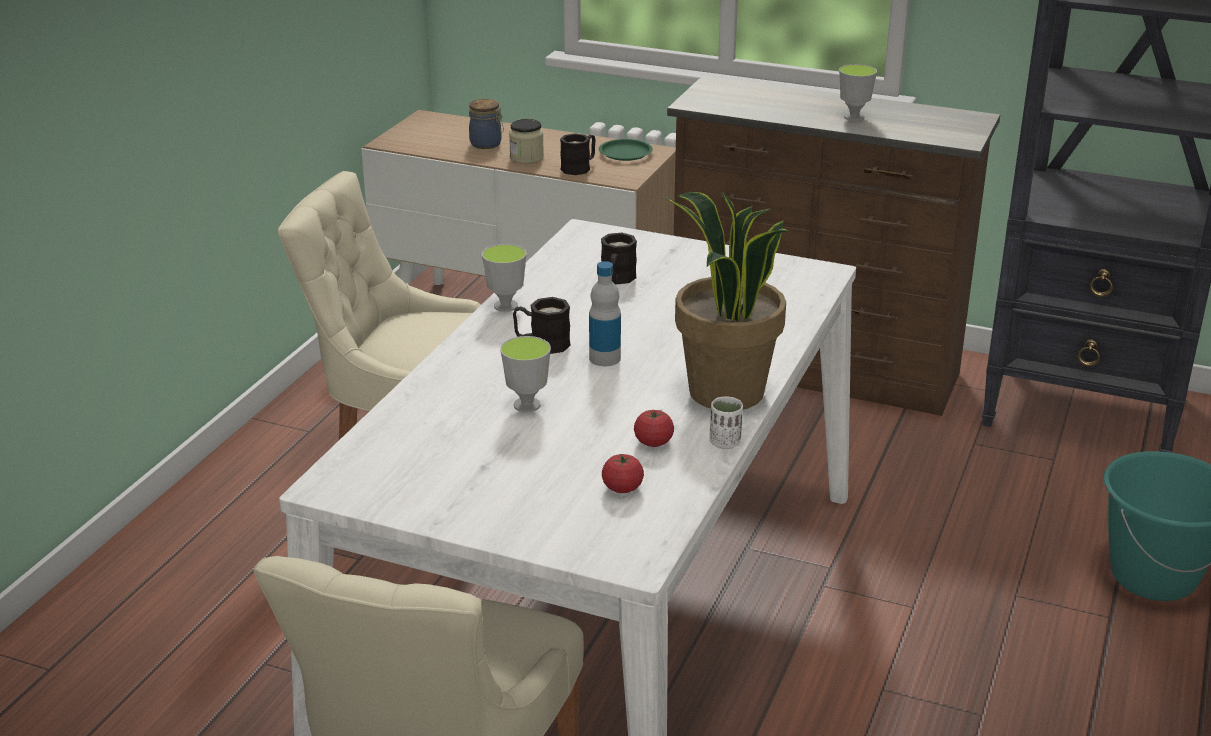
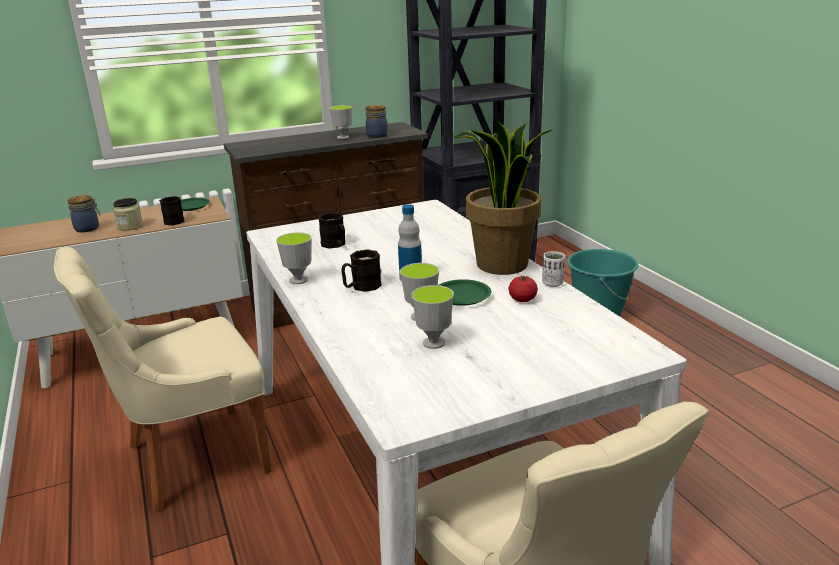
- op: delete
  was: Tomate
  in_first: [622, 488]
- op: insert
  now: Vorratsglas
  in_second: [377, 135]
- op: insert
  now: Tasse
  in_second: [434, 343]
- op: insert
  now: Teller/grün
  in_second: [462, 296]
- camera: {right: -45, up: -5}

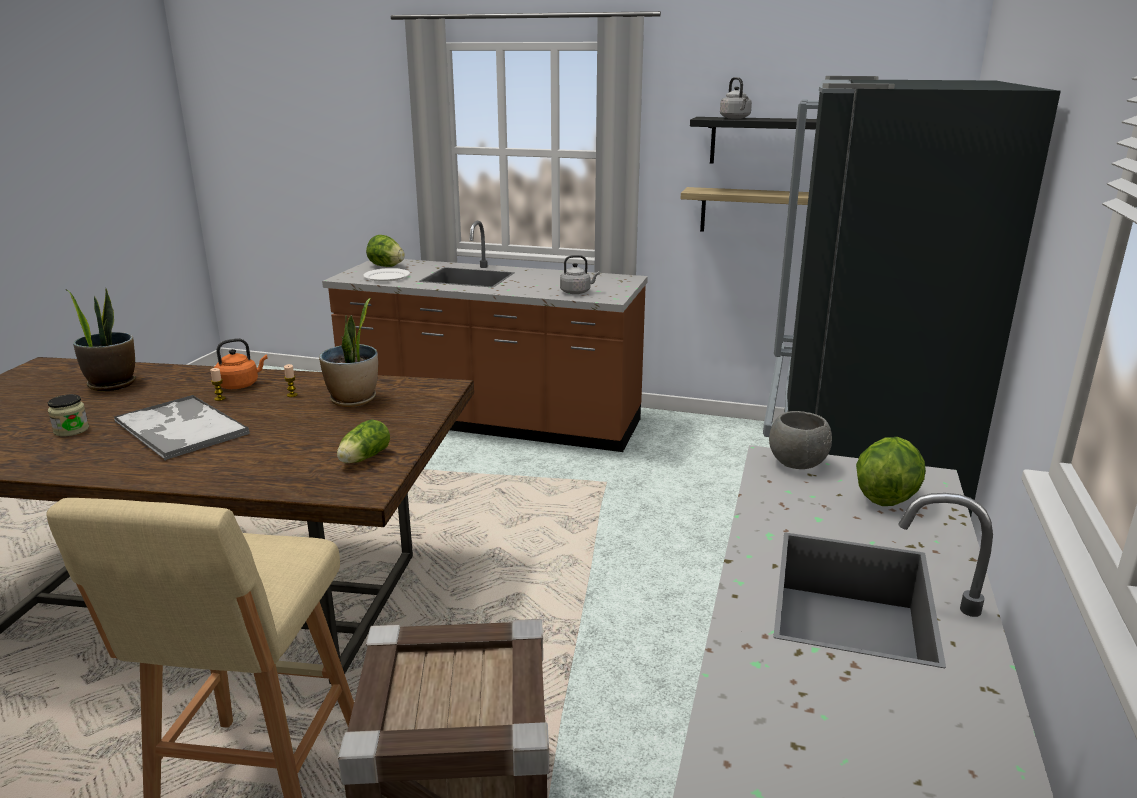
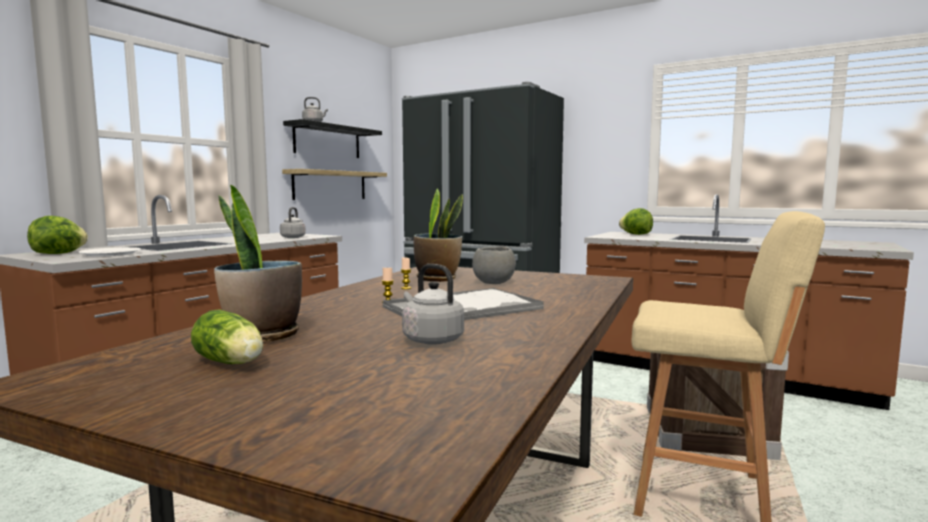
- op: delete
  was: Wasserkessel/orange
  in_first: [240, 385]
- op: move
  was: Salatkopf
  in_first: [362, 458]
  in_second: [231, 363]
- op: move
  was: Schüssel/grau
  in_first: [796, 463]
  in_second: [493, 282]
- op: replace
  was: Vorratsglas
  now: Wasserkessel/grau
  in_first: [71, 430]
  in_second: [430, 339]
- camera: {right: -75, up: -15}

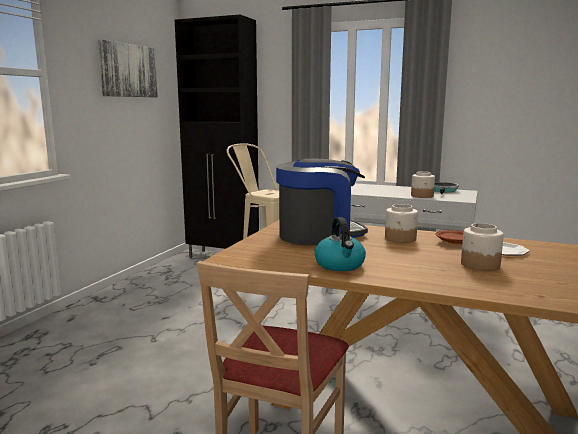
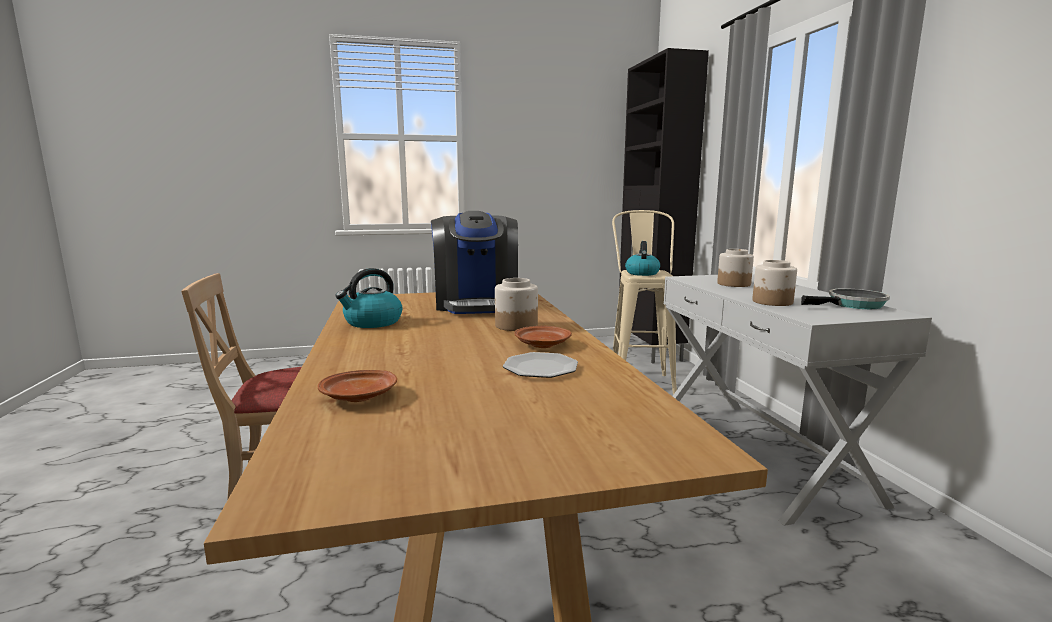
- op: delete
  was: Bild
  in_first: [128, 70]
- op: insert
  now: Teller/braun
  in_second: [360, 397]
- op: insert
  now: Wasserkessel
  in_second: [642, 273]
- op: move
  was: Vorratsglas
  in_first: [479, 265]
  in_second: [734, 284]
- op: rotate
  was: Kaffeemaschine
  in_first: [319, 235]
  in_second: [476, 304]
  clockwise: 45
- camera: {right: 55, up: 0}

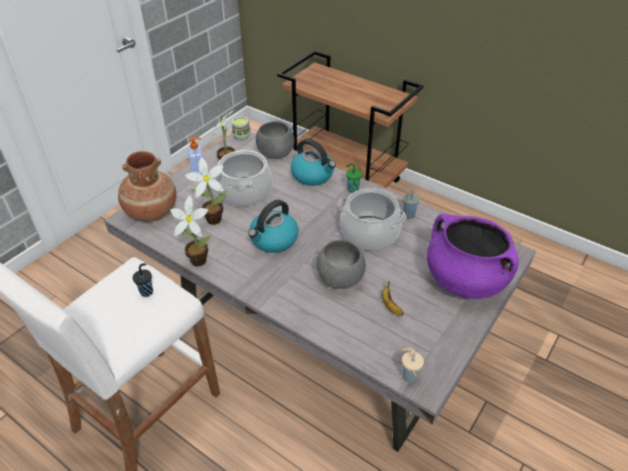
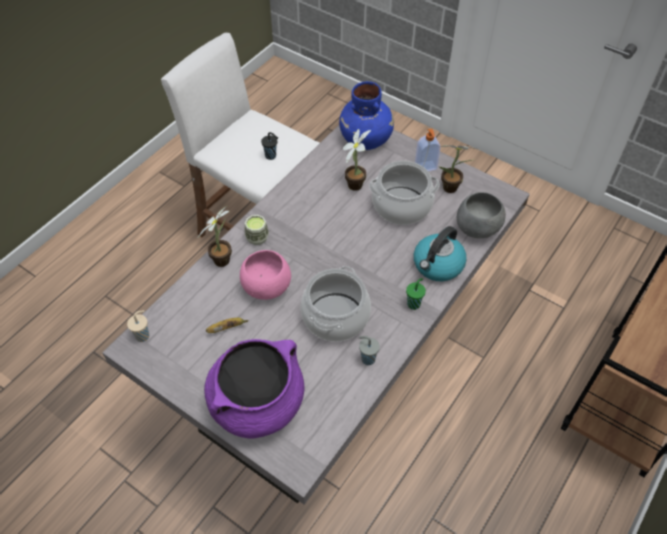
- op: delete
  was: Wasserkessel
  in_first: [273, 240]
- op: move
  was: Topfpflanze
  in_first: [196, 259]
  in_second: [224, 259]
- op: move
  was: Tasse
  in_first: [241, 136]
  in_second: [257, 238]
- op: recolor
  was: Vase/braun
  now: Vase/blau
  in_first: [151, 212]
  in_second: [366, 139]
- op: recolor
  was: Schüssel/grau
  now: Schüssel/rosa
  in_first: [339, 279]
  in_second: [266, 287]
- camera: {right: 90, up: 10}

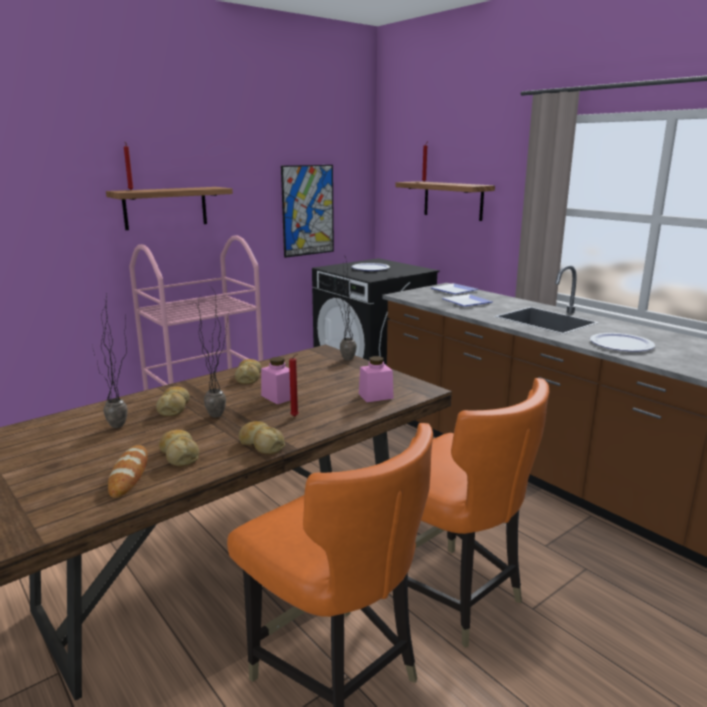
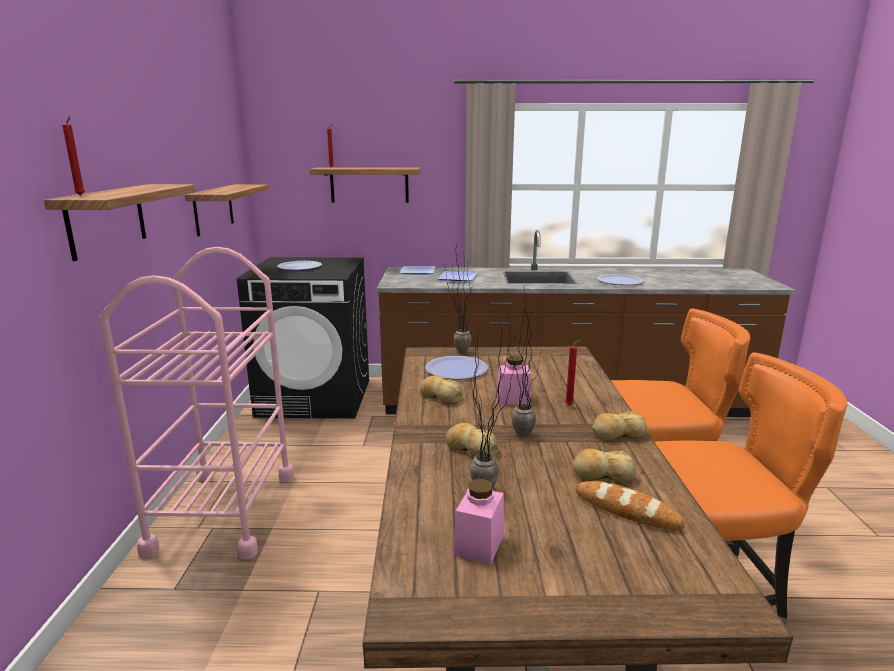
- op: insert
  now: Teller
  in_second: [456, 369]
- op: move
  was: Vorratsglas/rosa
  in_first: [375, 396]
  in_second: [479, 544]
- op: replace
  was: Bild
  now: Wandregal
  in_first: [308, 210]
  in_second: [213, 209]
- camera: {right: -50, up: 0}

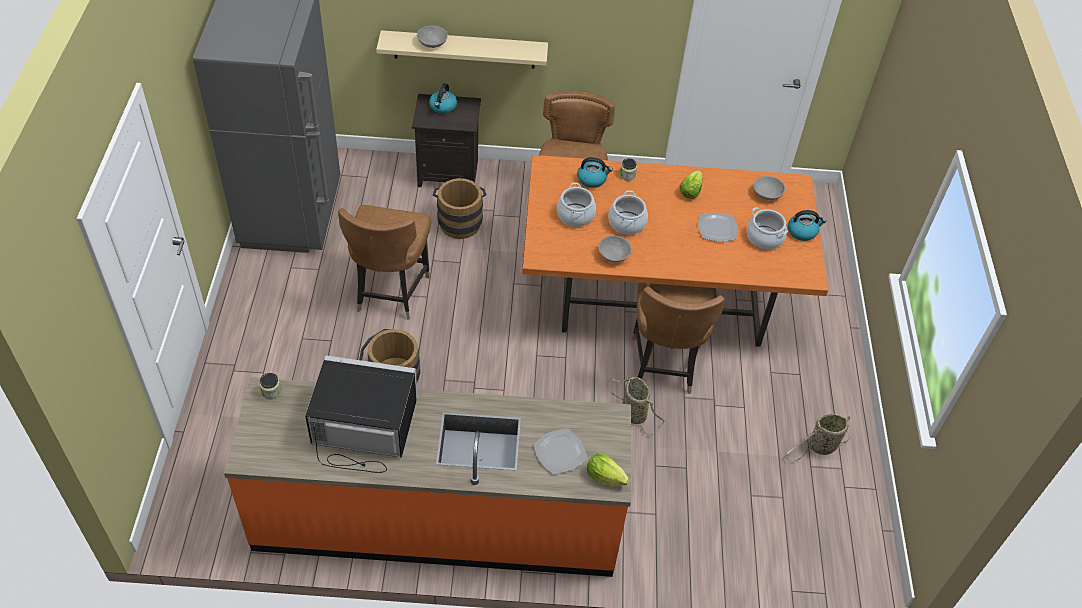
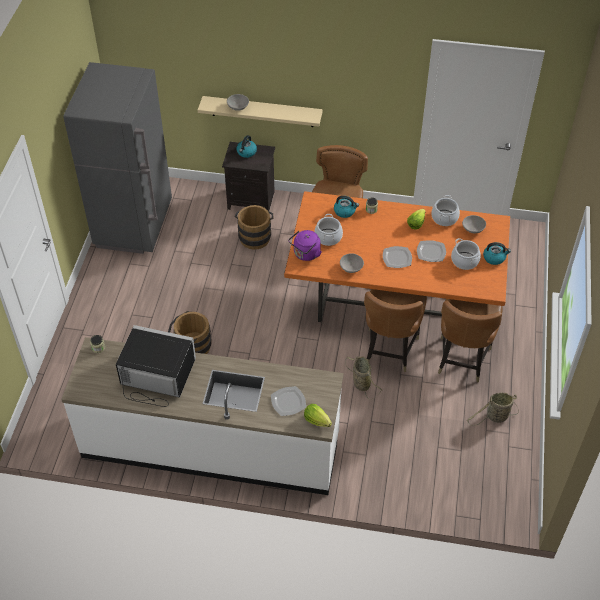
- op: insert
  now: Wasserkessel/lila
  in_second: [305, 254]
- op: insert
  now: Teller
  in_second: [396, 258]
- op: move
  was: Stuhl/braun
  in_first: [390, 292]
  in_second: [461, 359]
- op: move
  was: Kochtopf
  in_first: [626, 223]
  in_second: [444, 218]
- op: recolor
  was: Küchenzeile/orange
  now: Küchenzeile/weiß
  in_first: [437, 518]
  in_second: [211, 445]
- camera: {right: 10, up: 0}

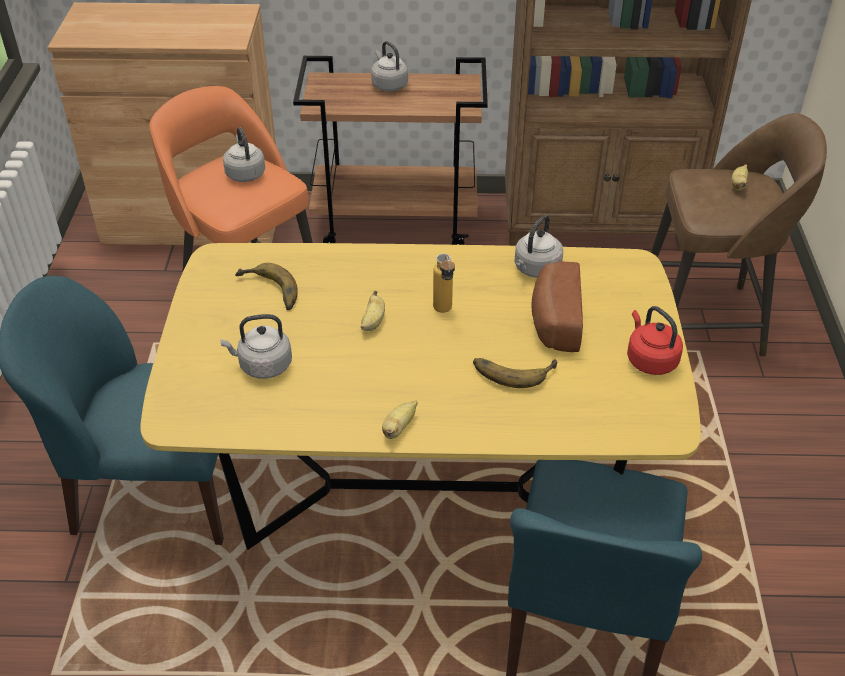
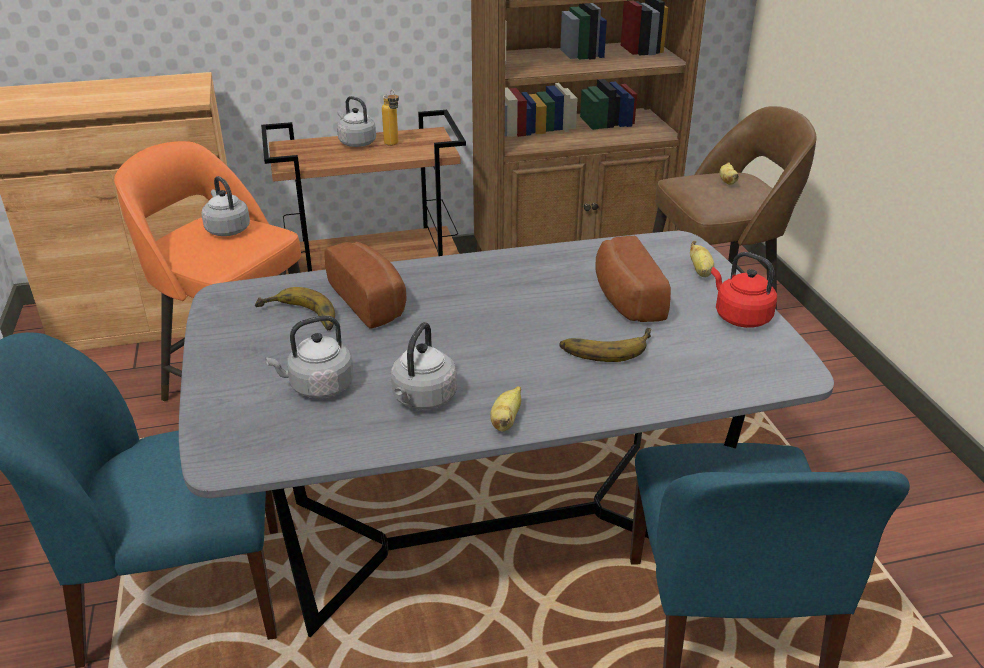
- op: insert
  now: Brot
  in_second: [371, 300]
- op: move
  was: Banane
  in_first: [373, 322]
  in_second: [700, 271]
- op: move
  was: Flasche
  in_first: [444, 312]
  in_second: [393, 145]
- op: move
  was: Wasserkessel/grau
  in_first: [535, 269]
  in_second: [423, 399]
- op: recolor
  was: Esstisch/gelb
  now: Esstisch/grau
  in_first: [423, 489]
  in_second: [492, 531]
- camera: {right: -15, up: -10}

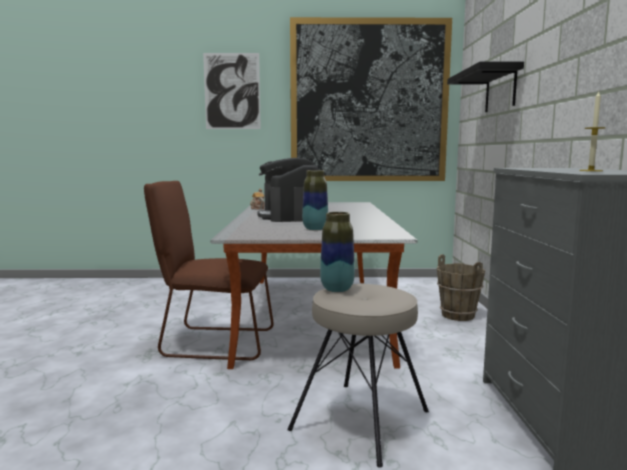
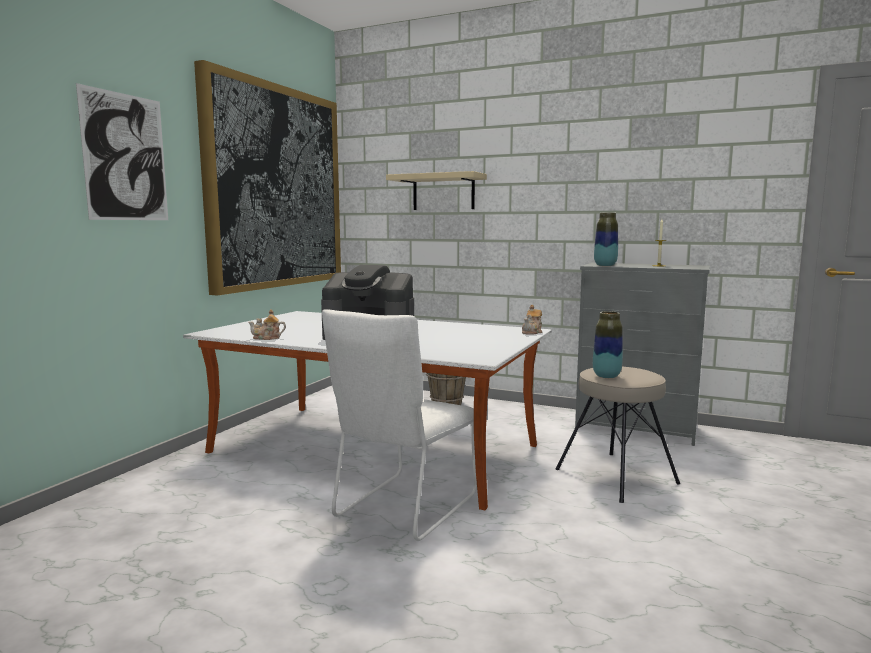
- op: insert
  now: Teekanne
  in_second: [532, 332]
- op: move
  was: Vase
  in_first: [315, 229]
  in_second: [605, 265]
- op: recolor
  was: Stuhl/braun
  now: Stuhl/weiß
  in_first: [213, 343]
  in_second: [403, 508]
- op: recolor
  was: Wandregal/schwarz
  now: Wandregal/beige
  in_first: [500, 90]
  in_second: [443, 192]
- camera: {right: -65, up: 0}

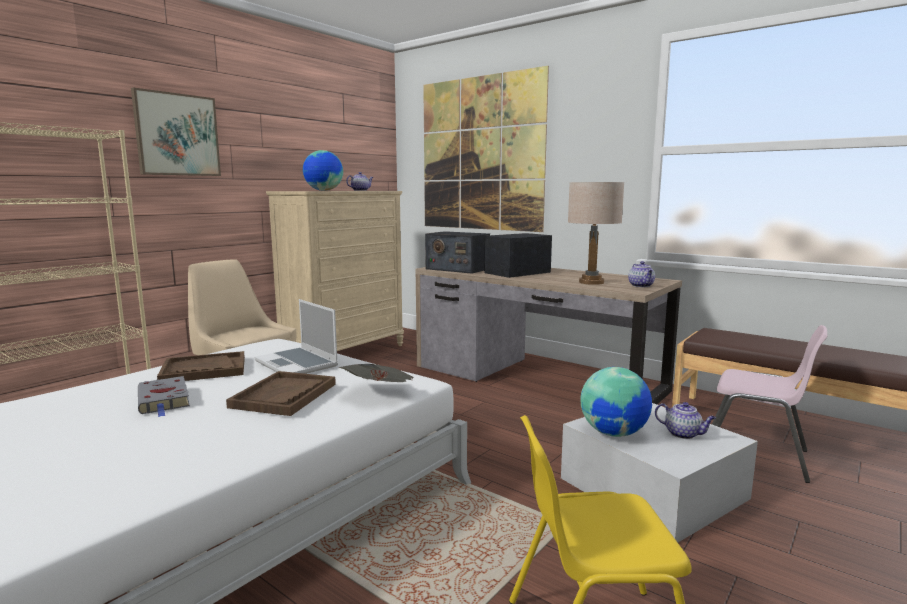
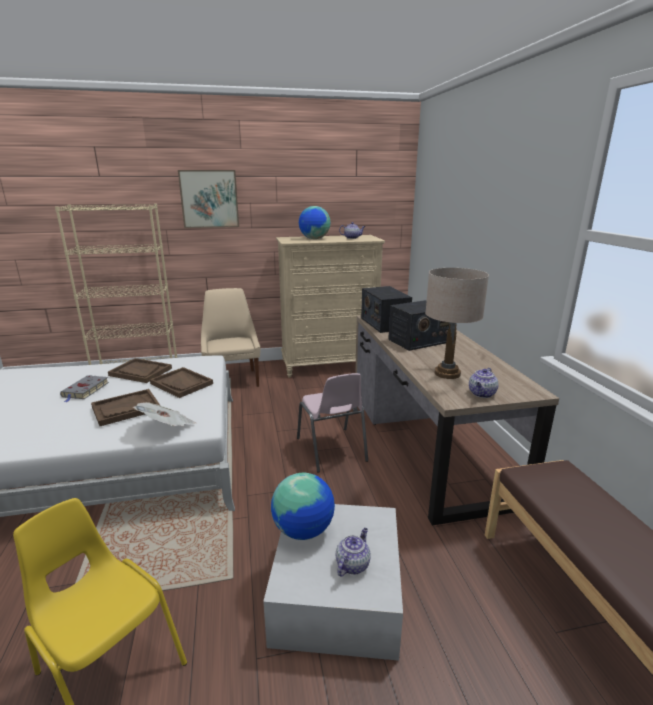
- op: delete
  was: Bild
  in_first: [480, 154]
- op: move
  was: Stuhl/rosa
  in_first: [756, 456]
  in_second: [332, 450]
- op: replace
  was: Laptop
  now: Tablett/braun
  in_first: [298, 364]
  in_second: [182, 383]
- op: rotate
  was: Radio
  in_first: [518, 272]
  in_second: [420, 340]
  clockwise: 150
- op: rotate
  was: Teekanne
  in_first: [683, 434]
  in_second: [352, 564]
  clockwise: -135
- camera: {right: 40, up: 10}

